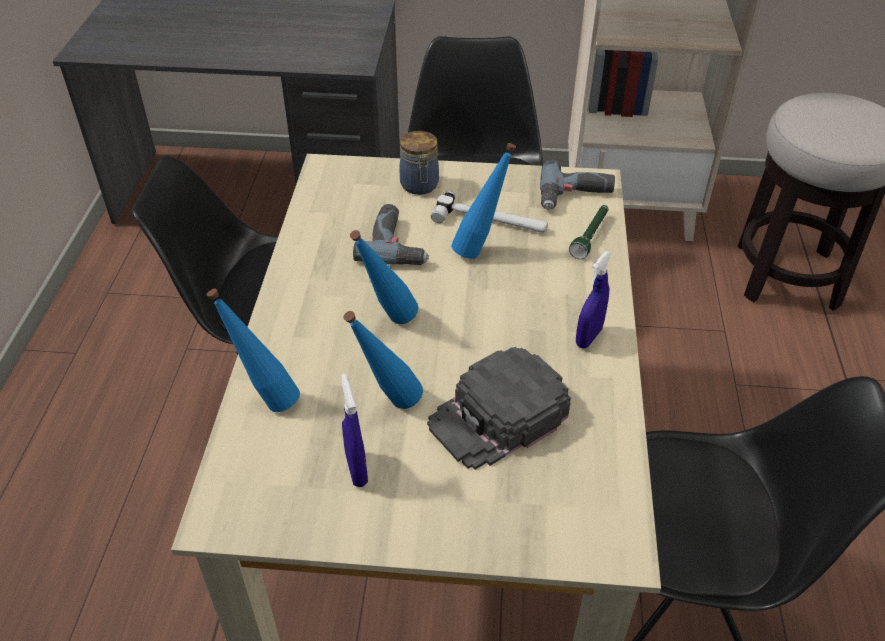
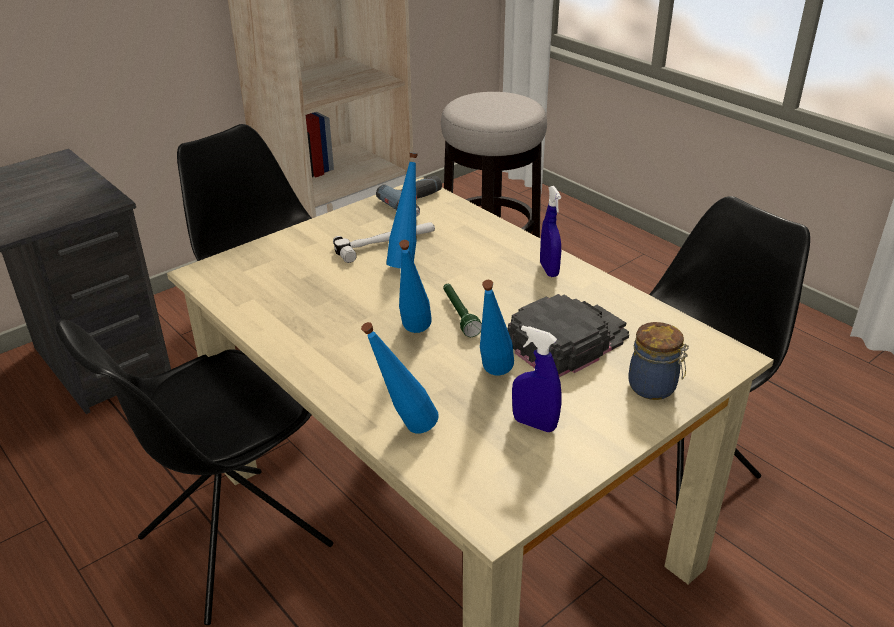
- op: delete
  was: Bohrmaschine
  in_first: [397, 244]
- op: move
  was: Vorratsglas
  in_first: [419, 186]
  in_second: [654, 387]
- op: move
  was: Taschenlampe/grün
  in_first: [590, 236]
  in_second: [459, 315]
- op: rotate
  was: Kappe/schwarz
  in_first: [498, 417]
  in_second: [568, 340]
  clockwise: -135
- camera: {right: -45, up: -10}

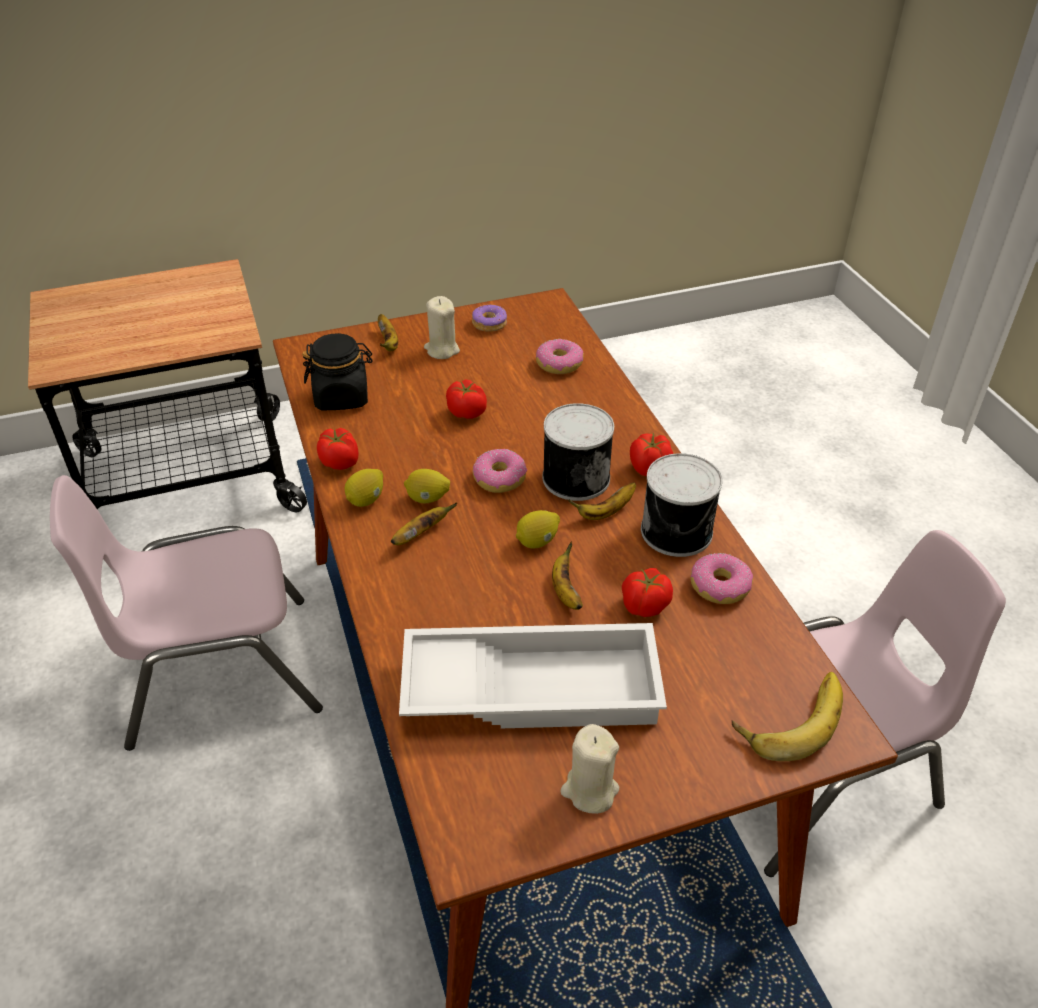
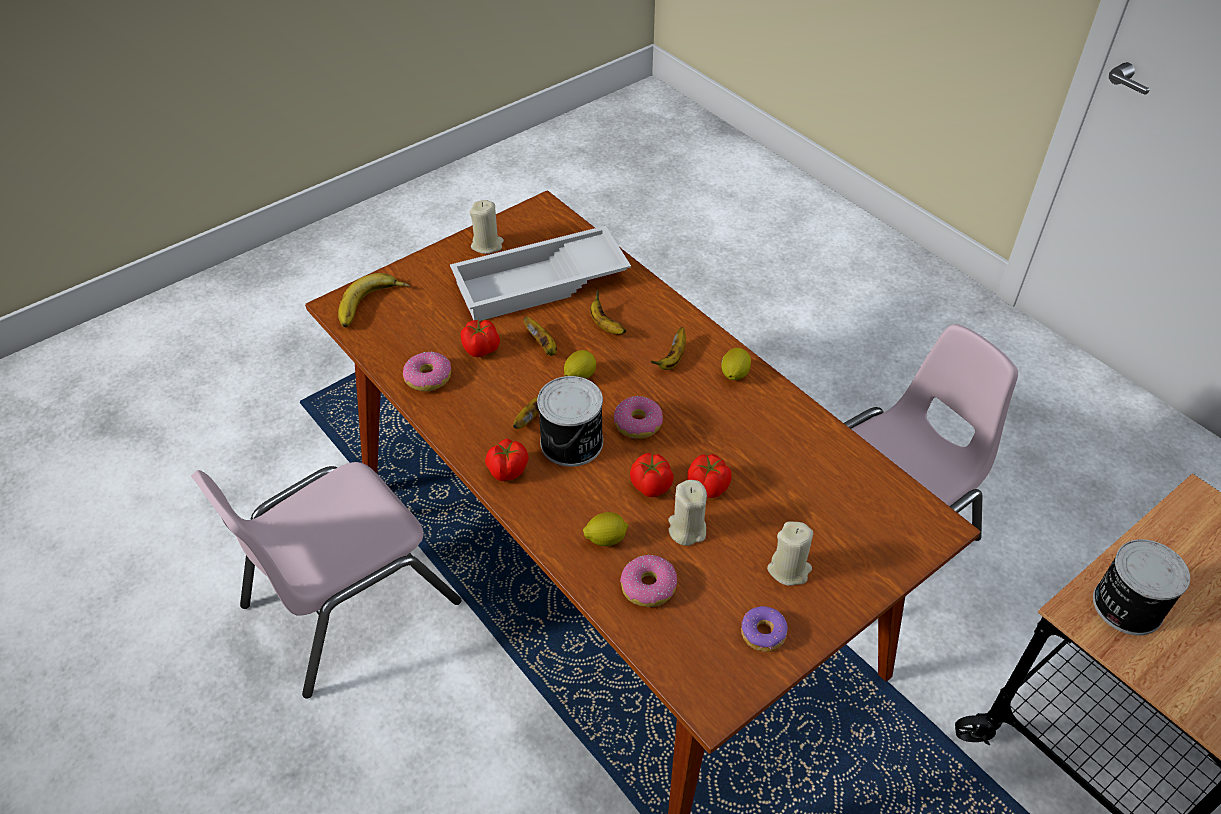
- op: delete
  was: Vorratsglas/schwarz
  in_first: [342, 397]
- op: insert
  now: Kerze/beige
  in_second: [687, 529]
- op: move
  was: Tomate
  in_first: [340, 462]
  in_second: [651, 486]
- op: move
  was: Banane
  in_first: [388, 343]
  in_second: [605, 325]
- op: move
  was: Zitrone
  in_first: [427, 499]
  in_second: [605, 539]
- op: move
  was: Dose
  in_first: [678, 532]
  in_second: [1125, 606]
- camera: {right: 160, up: 5}

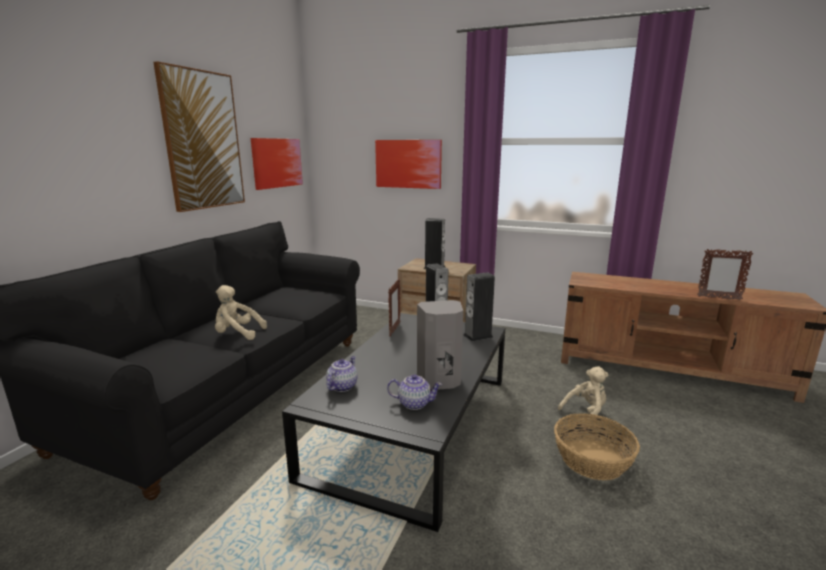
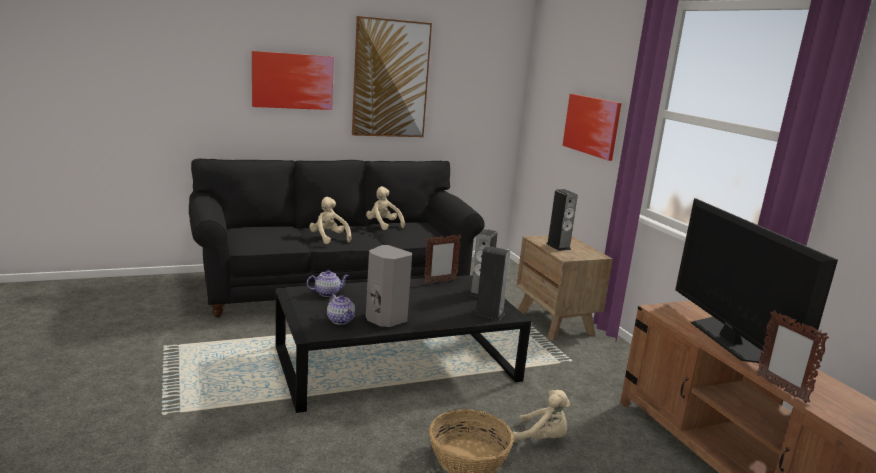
- op: insert
  now: Plüschtier/beige
  in_second: [383, 225]
- op: insert
  now: Fernseher
  in_second: [730, 340]
- op: move
  was: Bild
  in_first: [277, 163]
  in_second: [292, 81]
- camera: {right: 45, up: 0}

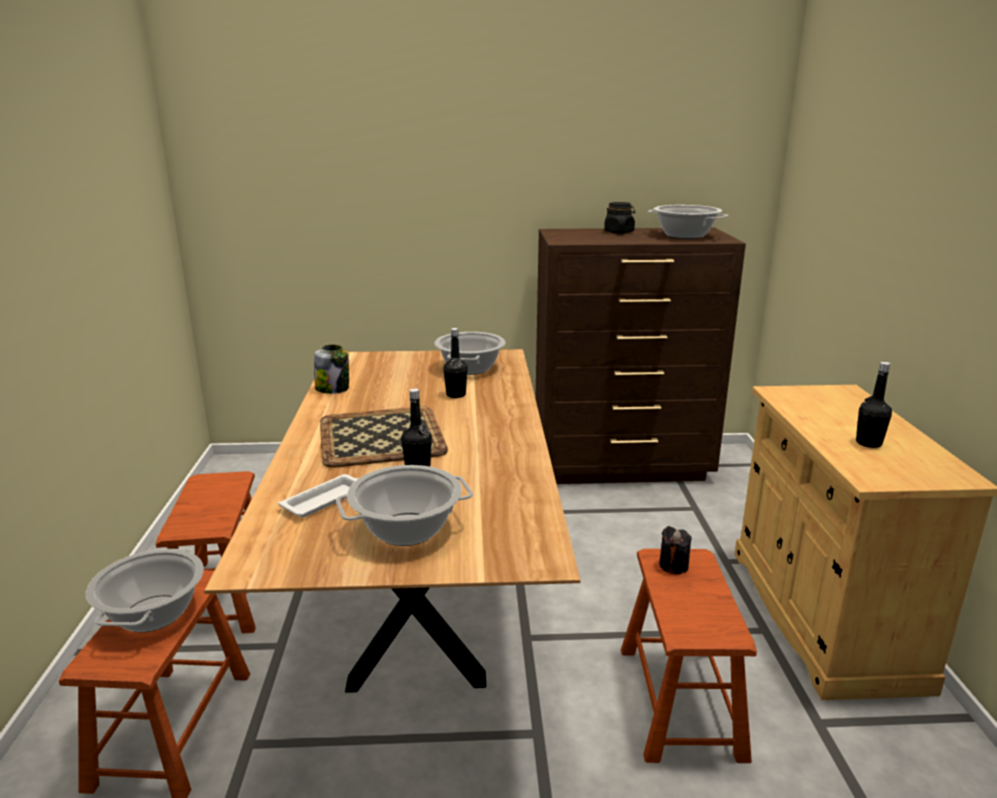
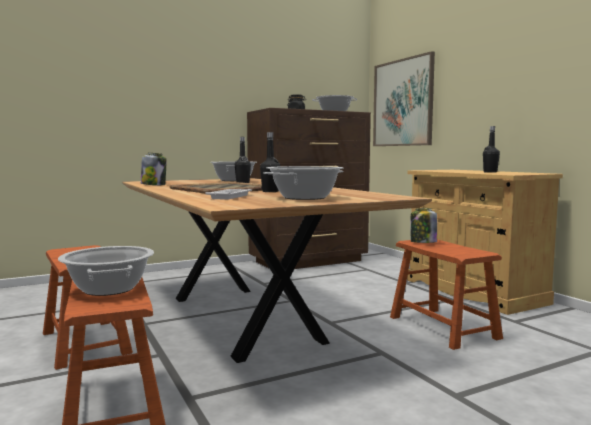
- op: insert
  now: Bild
  in_second: [402, 103]
- op: replace
  was: Kerze/schwarz
  now: Vorratsglas
  in_first: [673, 565]
  in_second: [423, 242]
- camera: {right: -25, up: -15}

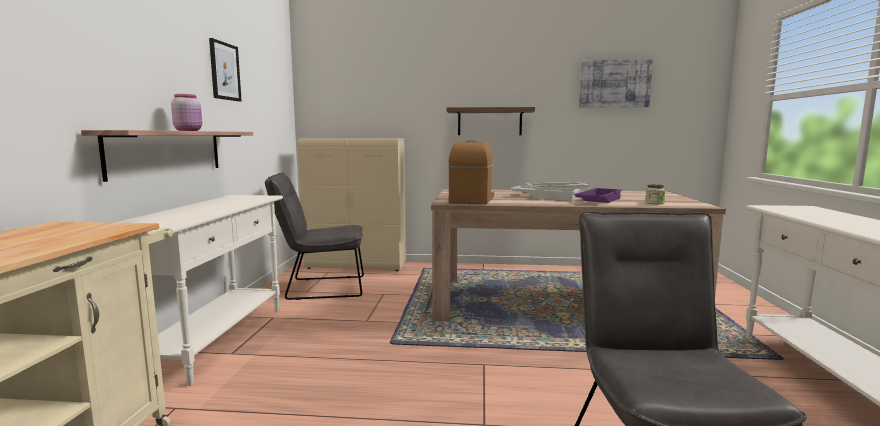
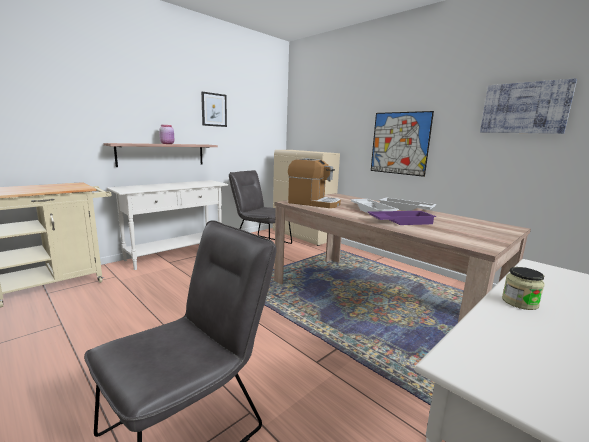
- op: move
  was: Vorratsglas
  in_first: [654, 203]
  in_second: [519, 302]
- op: replace
  was: Wandregal
  now: Bild
  in_first: [489, 121]
  in_second: [399, 143]
- op: rotate
  was: Kaffeemaschine
  in_first: [472, 199]
  in_second: [313, 203]
  clockwise: 60
- camera: {right: 40, up: 5}

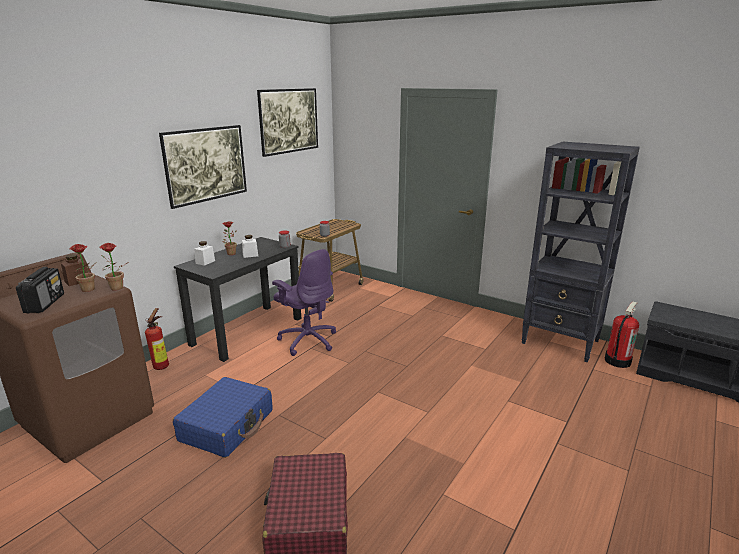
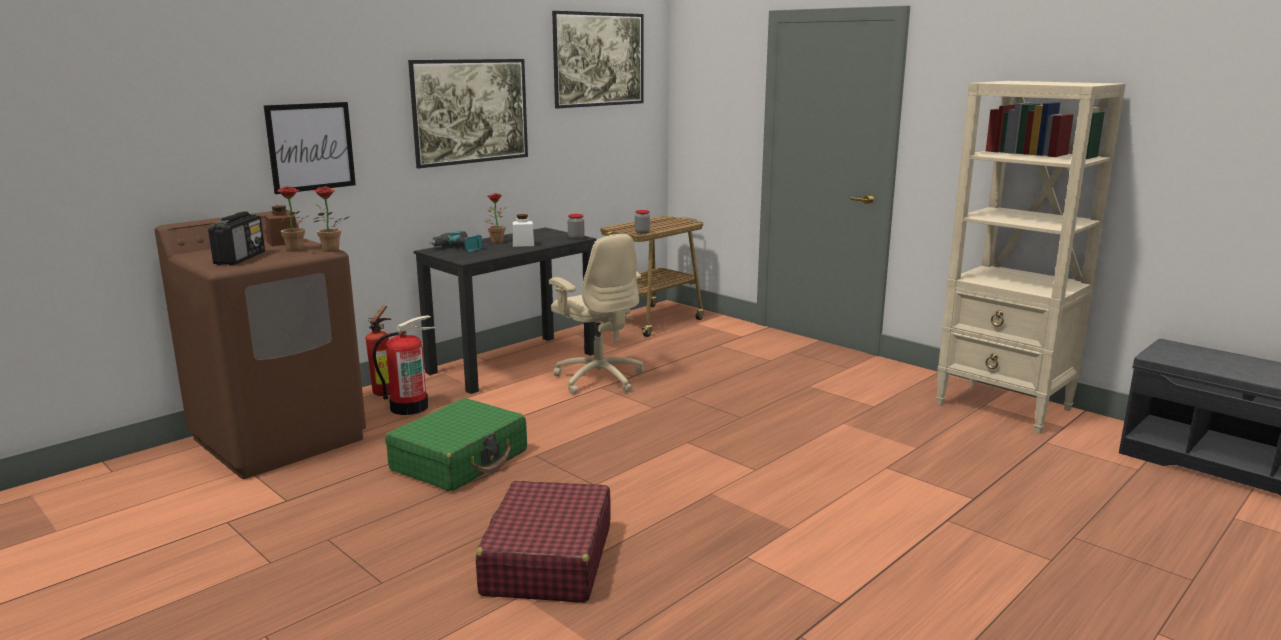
- op: insert
  now: Bild
  in_second: [311, 147]
- op: move
  was: Feuerlöscher
  in_first: [617, 360]
  in_second: [409, 407]
- op: replace
  was: Vorratsglas/weiß
  now: Bohrmaschine
  in_first: [205, 262]
  in_second: [458, 248]
- op: recolor
  was: Koffer/blau
  now: Koffer/grün
  in_first: [227, 425]
  in_second: [460, 460]
- op: recolor
  was: Bürostuhl/lila
  now: Bürostuhl/beige
  in_first: [307, 340]
  in_second: [598, 378]
- op: recolor
  was: Bücherregal/schwarz
  now: Bücherregal/beige
  in_first: [561, 342]
  in_second: [1004, 407]
- camera: {right: 10, up: -5}

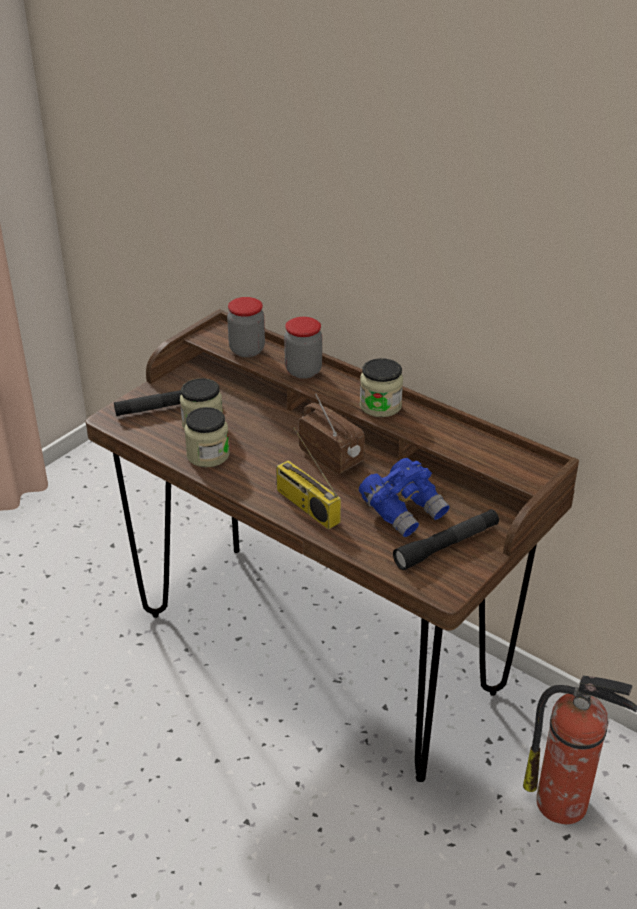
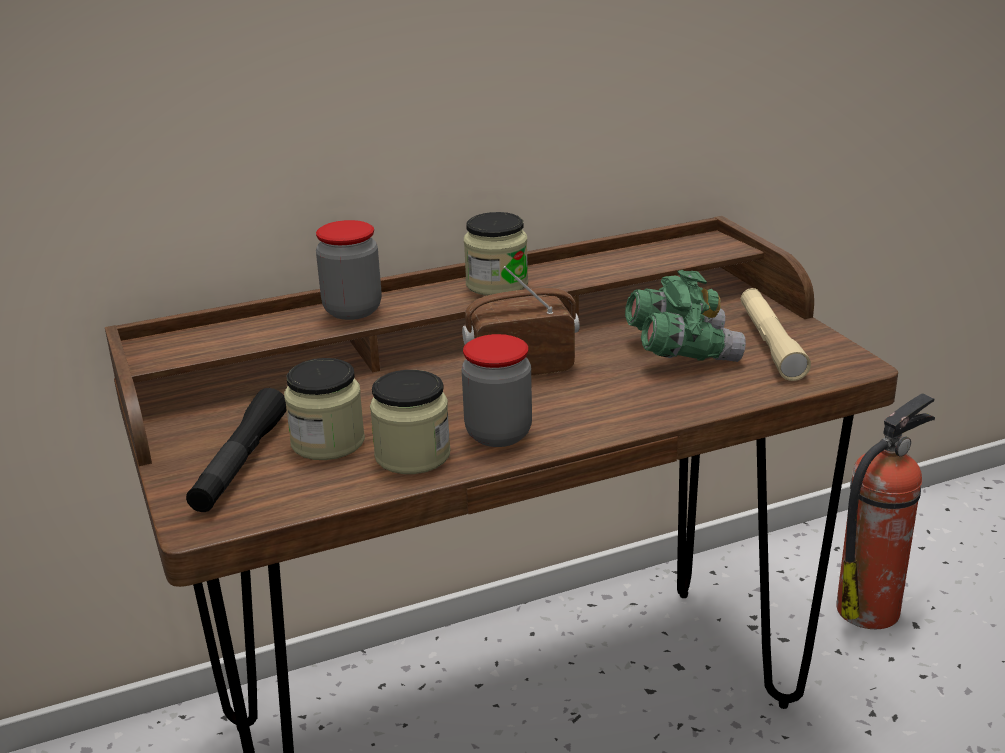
- op: delete
  was: Radio
  in_first: [305, 506]
- op: move
  was: Vorratsglas
  in_first: [247, 350]
  in_second: [498, 434]
- op: recolor
  was: Fernglas/blau
  now: Fernglas/grün
  in_first: [403, 511]
  in_second: [681, 351]
- op: recolor
  was: Taschenlampe/schwarz
  now: Taschenlampe/beige
  in_first: [447, 546]
  in_second: [770, 344]
- camera: {right: -60, up: -10}

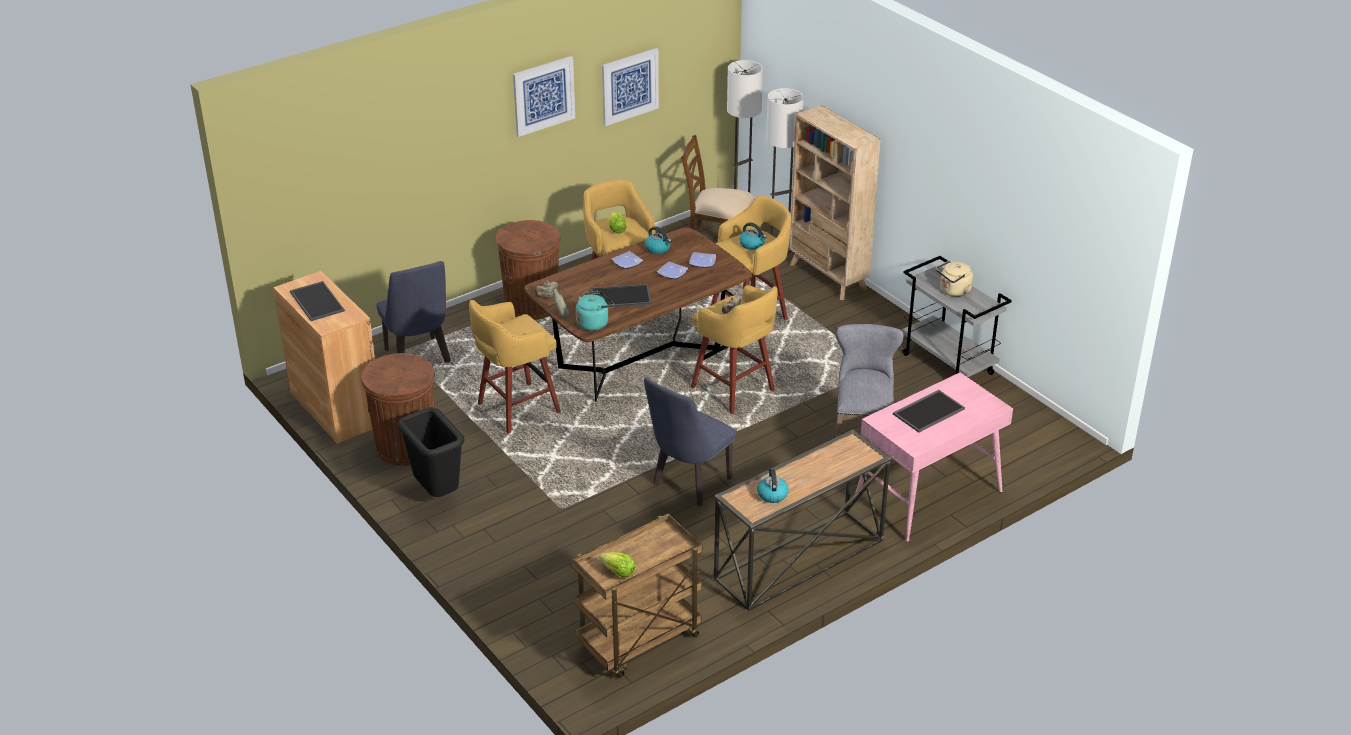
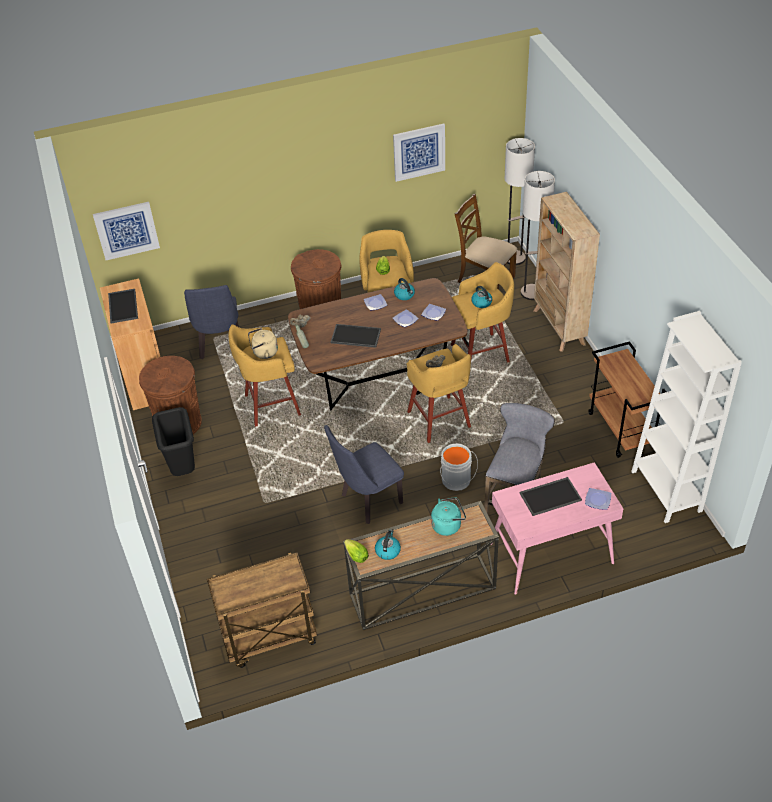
- op: insert
  now: Eimer/grau
  in_second: [457, 481]
- op: insert
  now: Teller
  in_second: [597, 500]
- op: insert
  now: Bücherregal/weiß
  in_second: [666, 491]
- op: move
  was: Bild
  in_first: [543, 95]
  in_second: [126, 230]
- op: move
  was: Wasserkessel/türkis
  in_first: [594, 323]
  in_second: [448, 525]
- op: move
  was: Salatkopf
  in_first: [618, 572]
  in_second: [356, 556]
- op: move
  was: Wasserkessel/beige
  in_first: [953, 291]
  in_second: [264, 353]
- op: recolor
  was: Rollwagen/grau
  now: Rollwagen/braun
  in_first: [948, 364]
  in_second: [622, 430]
- camera: {right: 20, up: 10}

